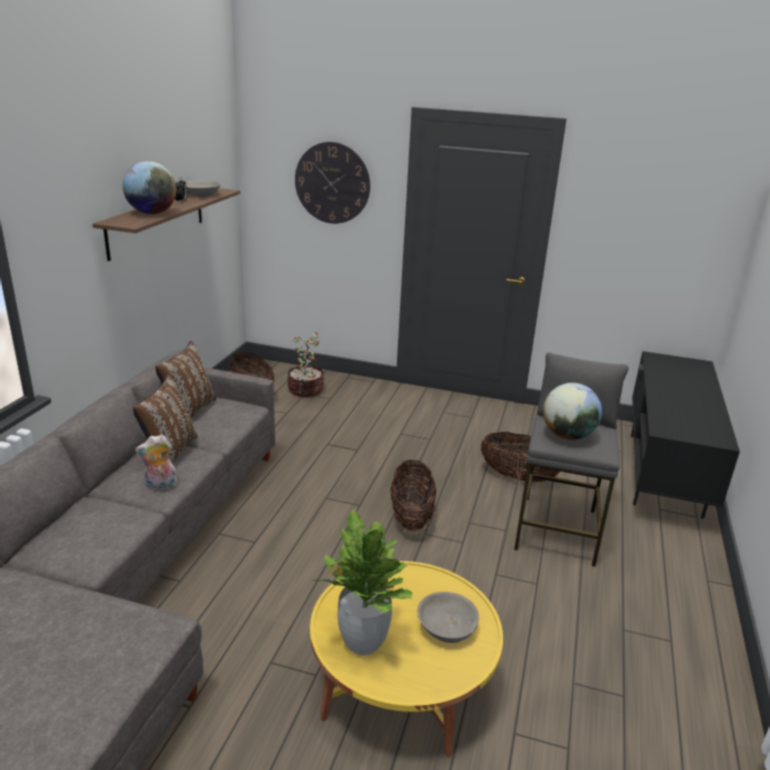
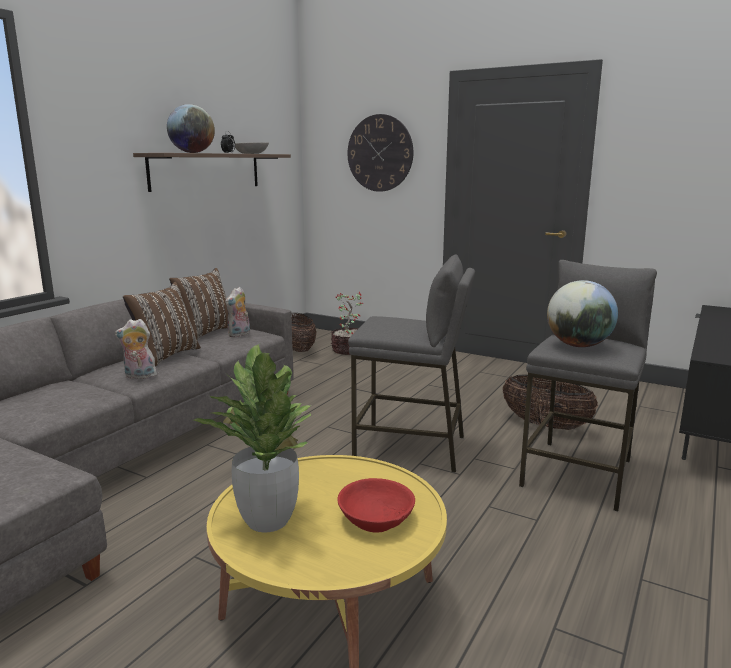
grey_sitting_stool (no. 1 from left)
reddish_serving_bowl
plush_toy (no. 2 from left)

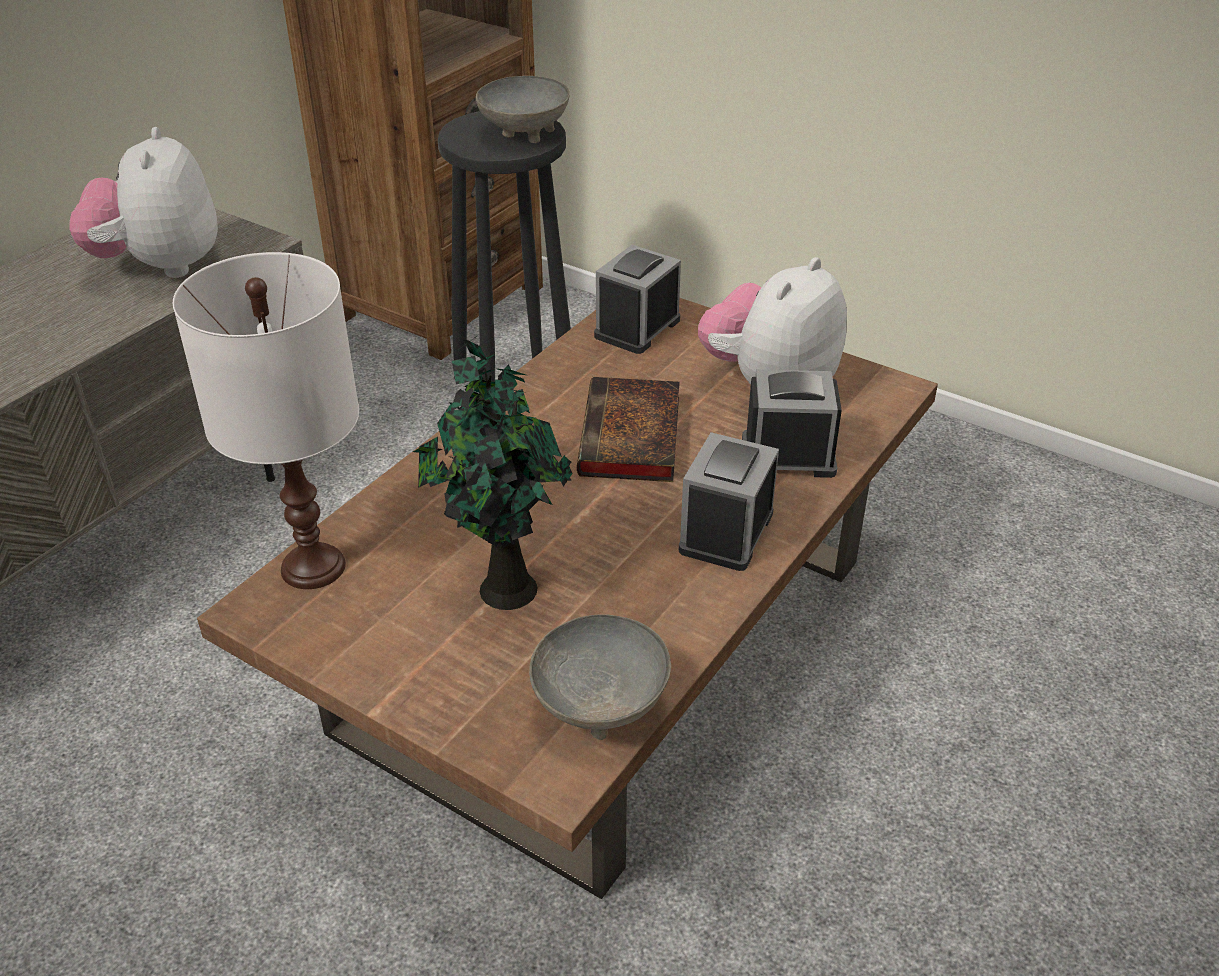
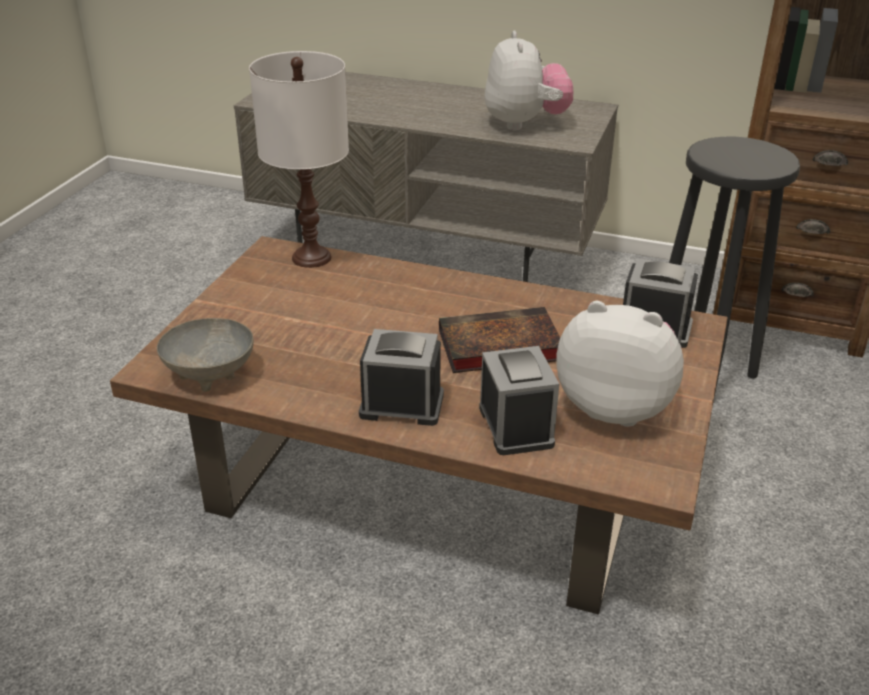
grey_serving_bowl (no. 1 from left in the first image)
plush_toy (no. 1 from left)
houseplant

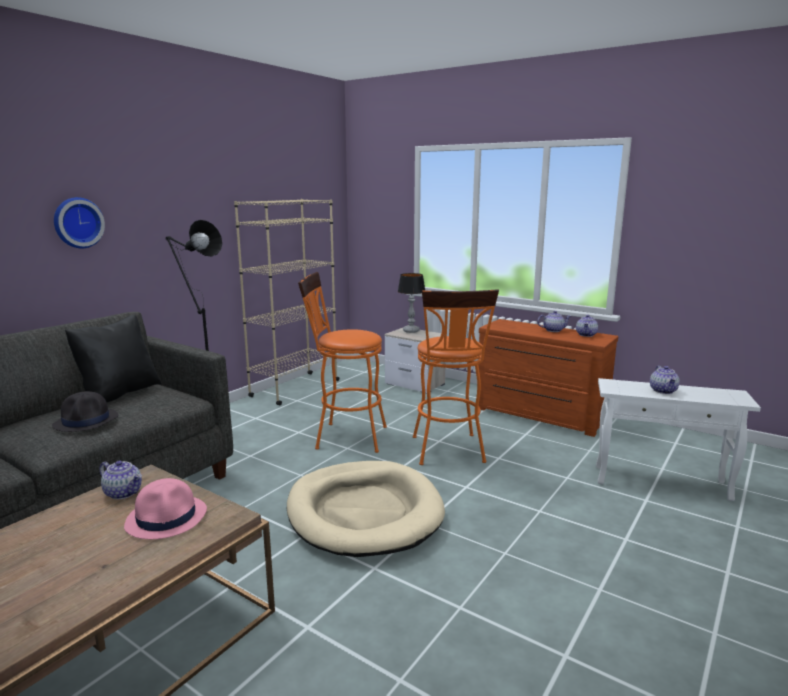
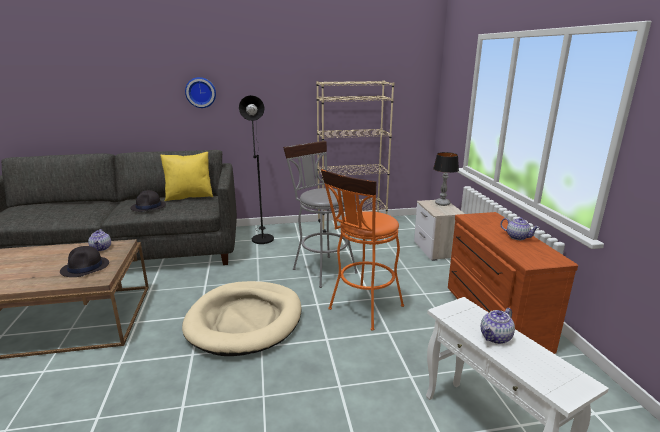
grey_sitting_stool
yellow_cushion
pot_for_tea (no. 3 from left in the first image)
black-coloured_clothing_hat (no. 1 from left)

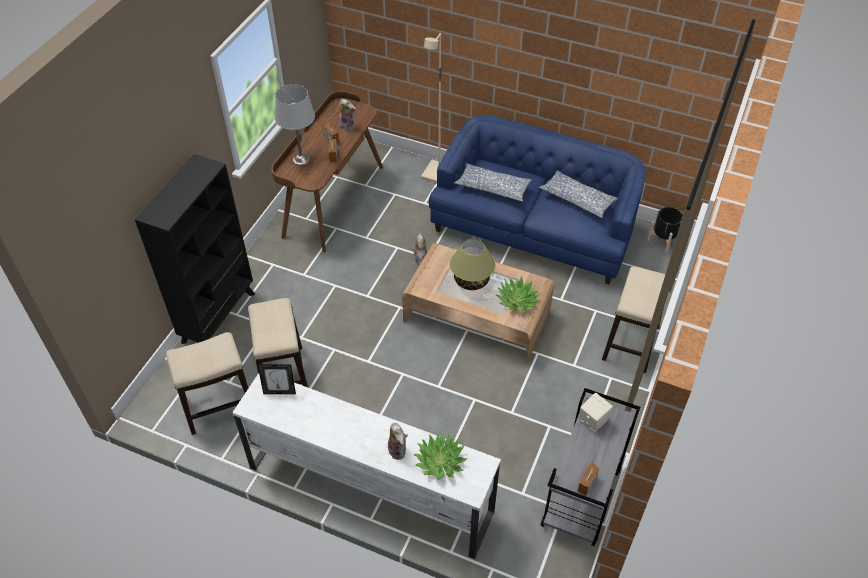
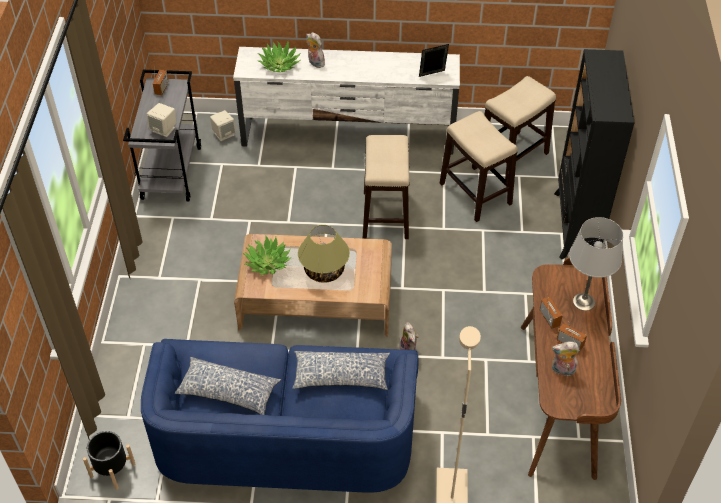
sitting_stool (no. 1 from left)
sand-coloured_speaker (no. 2 from left)

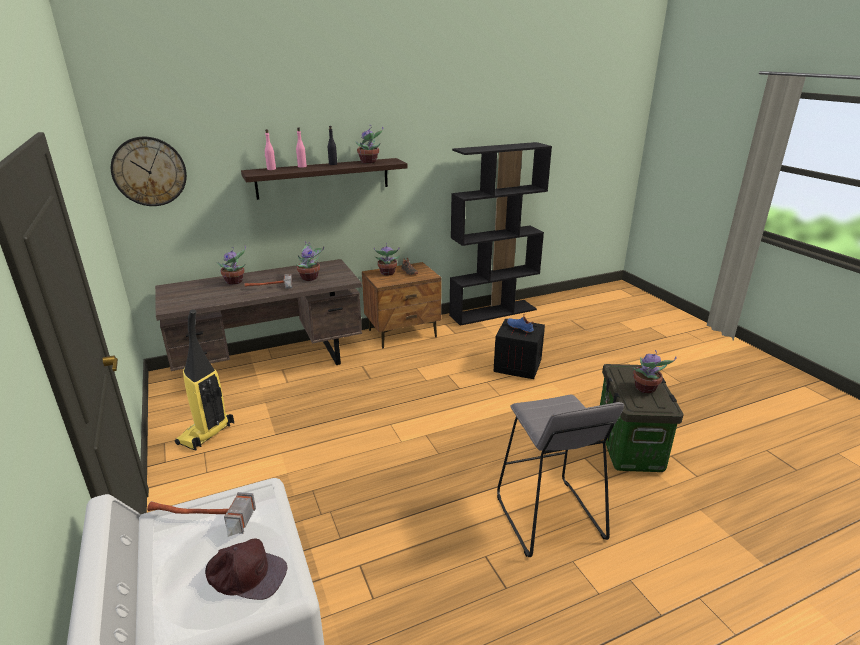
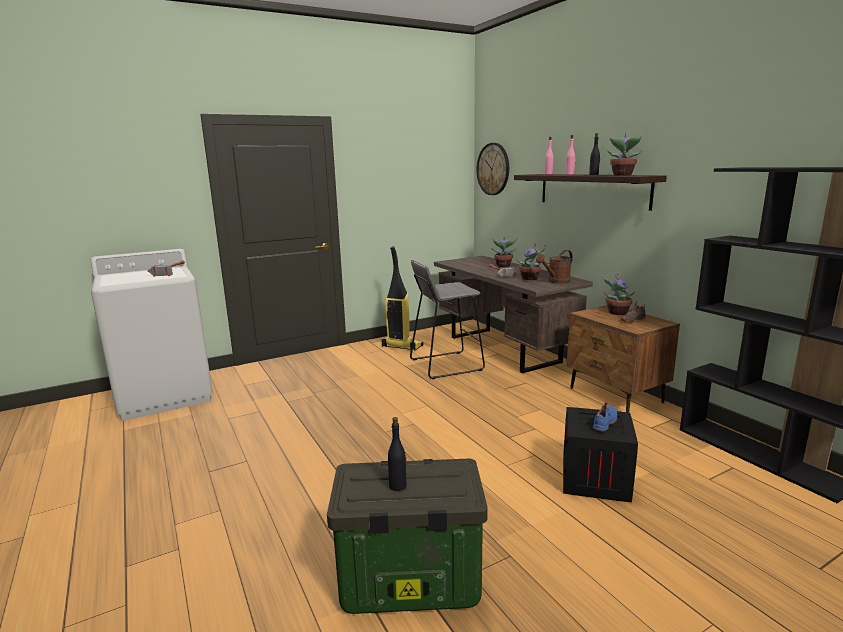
black-coloured_beverage_bottle (no. 1 from left)
grey_sitting_stool
brown-coloured_baseball_cap
brown-coloured_watering_pot

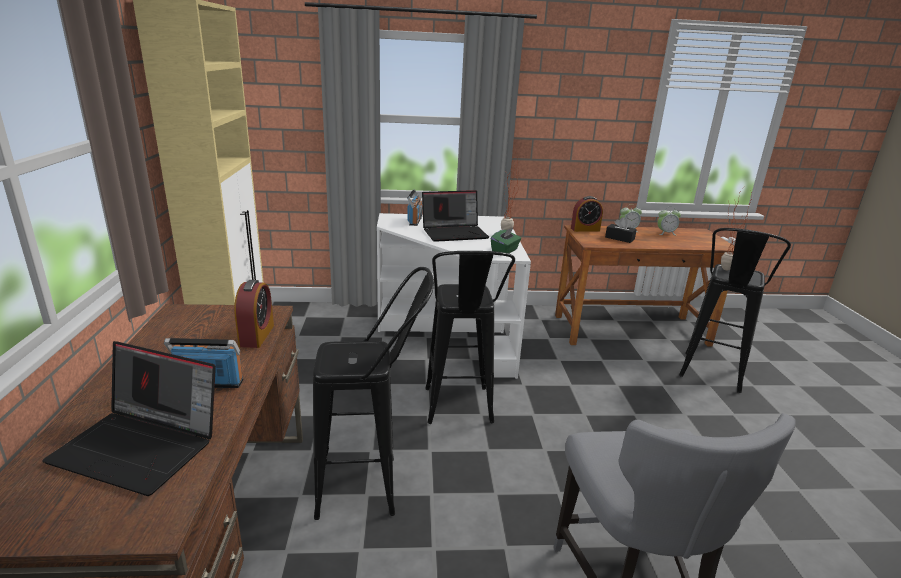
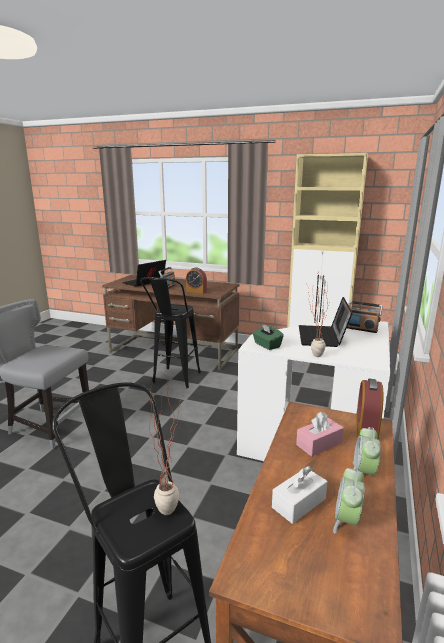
pinkish_tissue_holder
black-coloured_sitting_stool (no. 2 from left in the first image)
white_tissue_holder

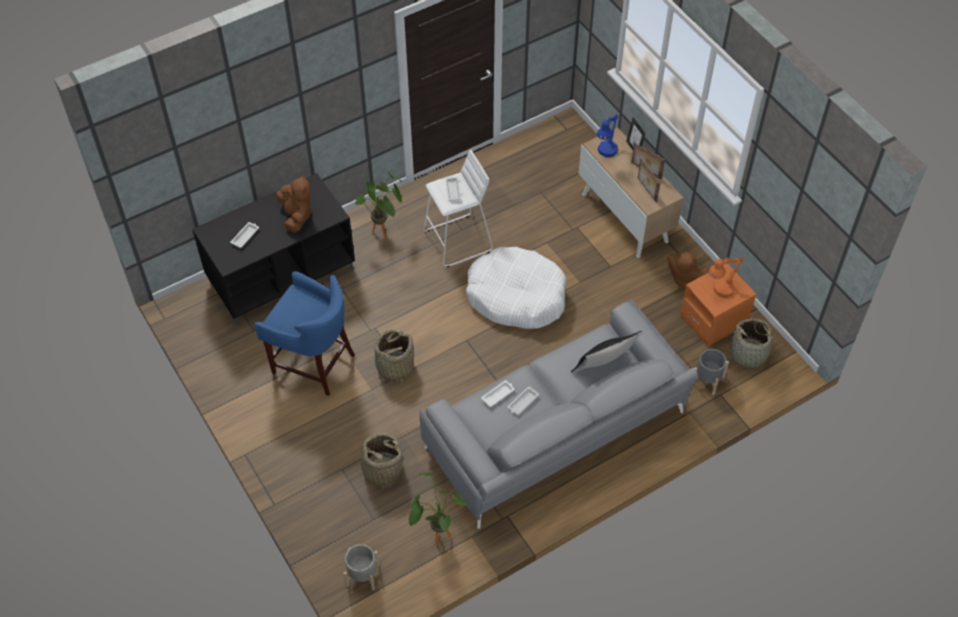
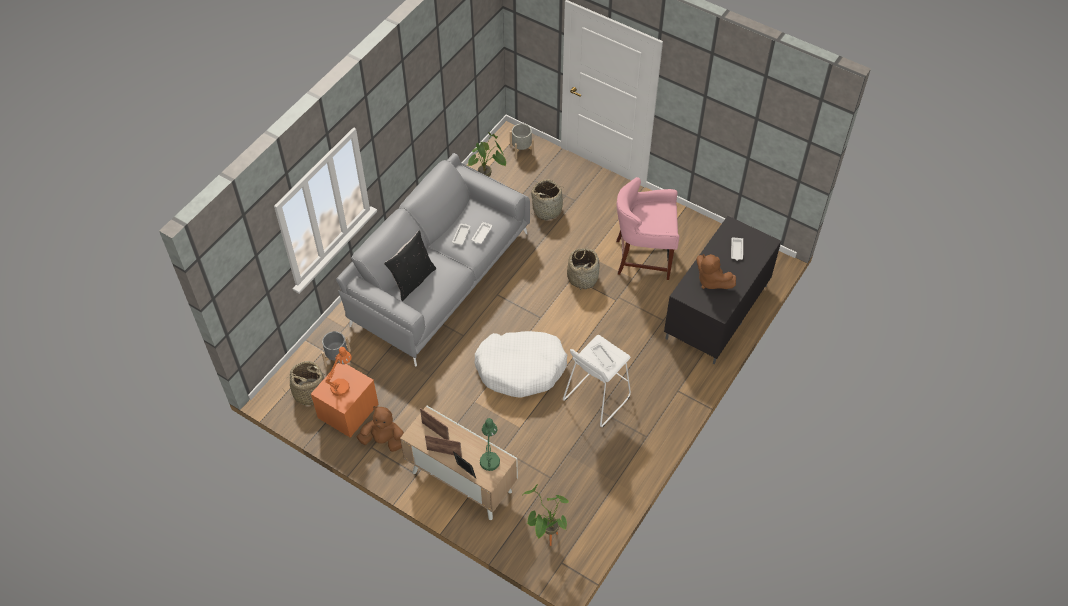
greenish_table_lamp
houseplant (no. 2 from left)
pinkish_sitting_stool

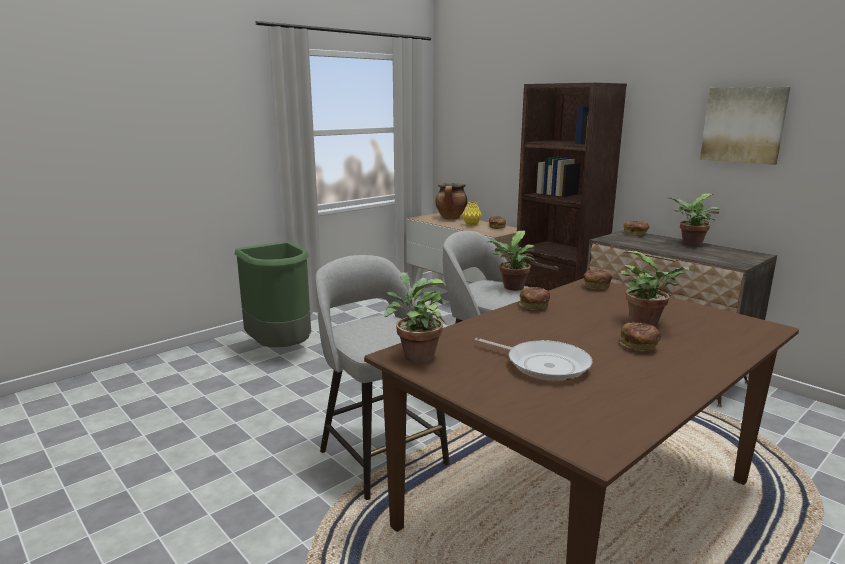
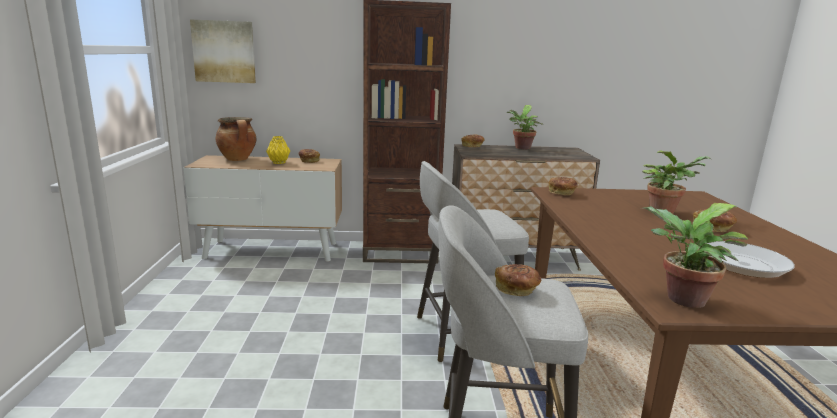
wall_picture
houseplant (no. 2 from left in the first image)
greenish_trash_can
baked_bread (no. 3 from left)

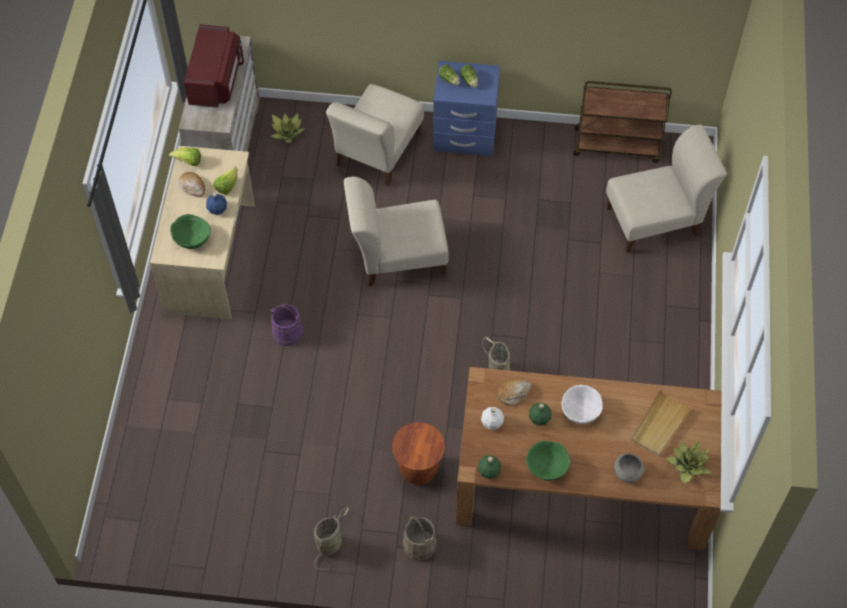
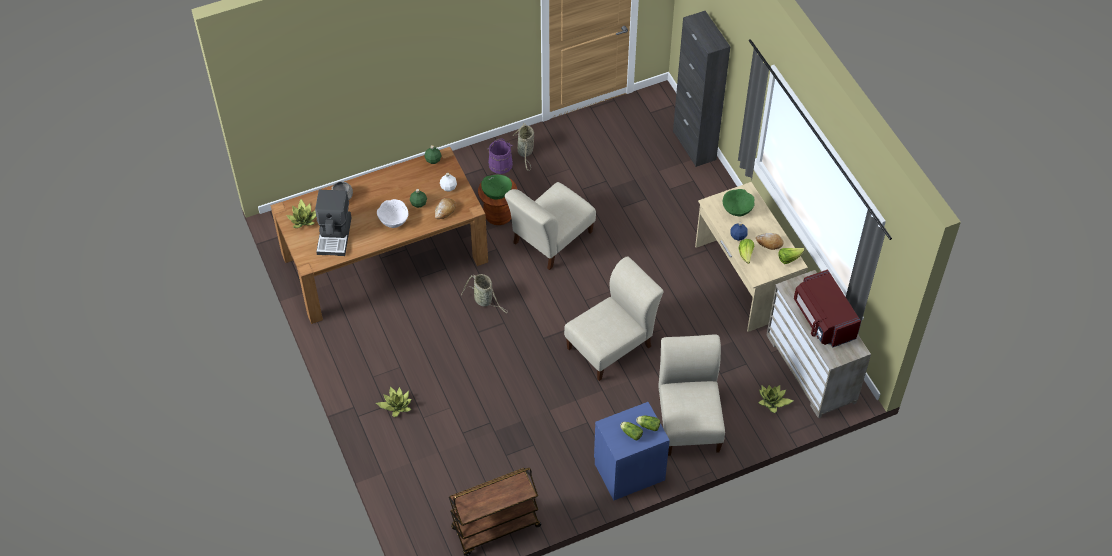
sand-coloured_upright_chair (no. 1 from left)
purple-coloured_water_bucket
coffee_maker
greenish_serving_bowl (no. 1 from left)
sand-coloured_water_bucket
black-coloured_cabinet
houseplant (no. 2 from left)

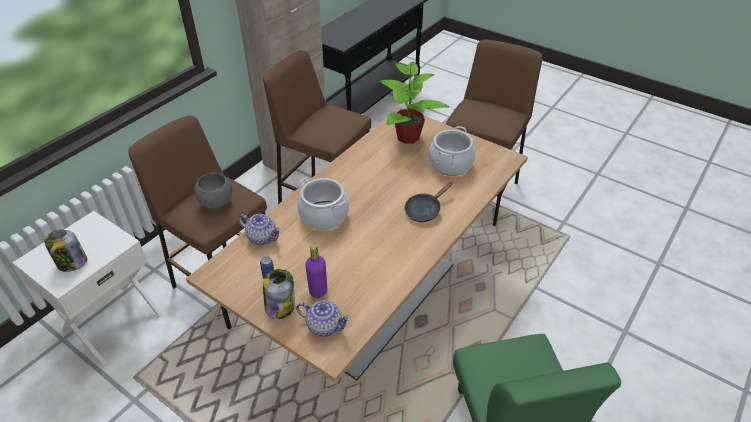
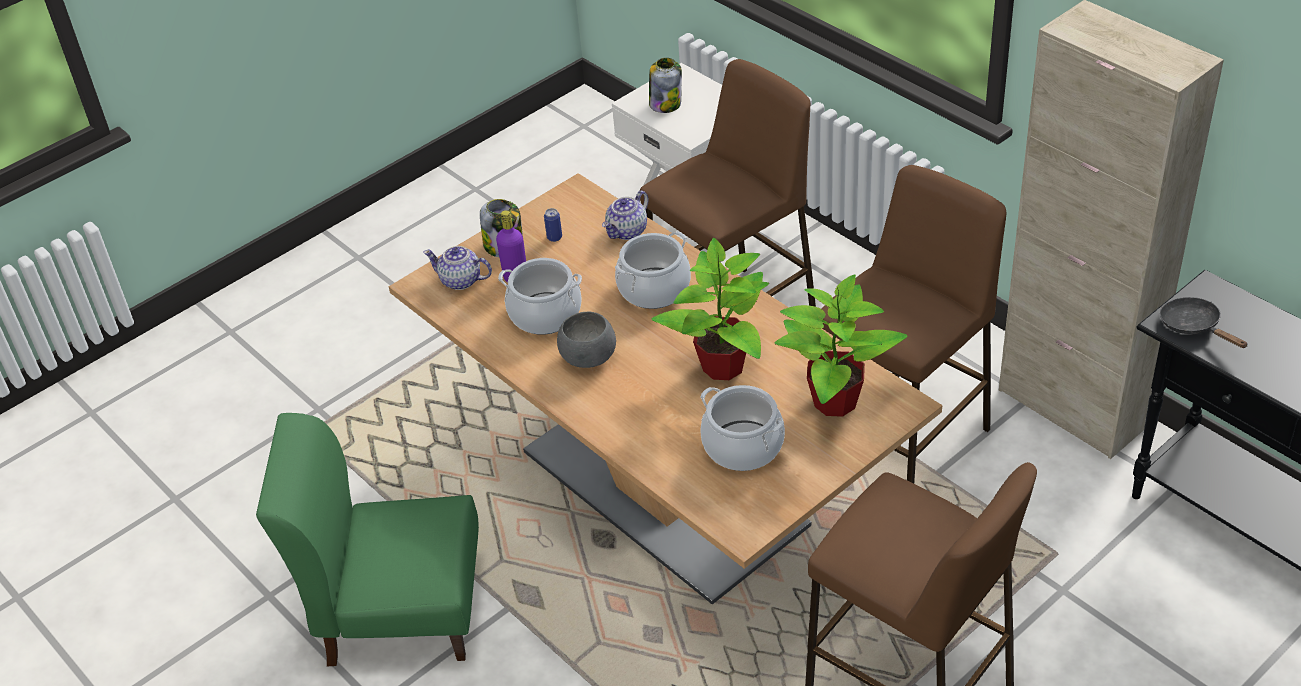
grey_serving_bowl
black-coloured_pan
pot_for_tea (no. 1 from left)
houseplant (no. 1 from left)
cooking_pot (no. 1 from left)

